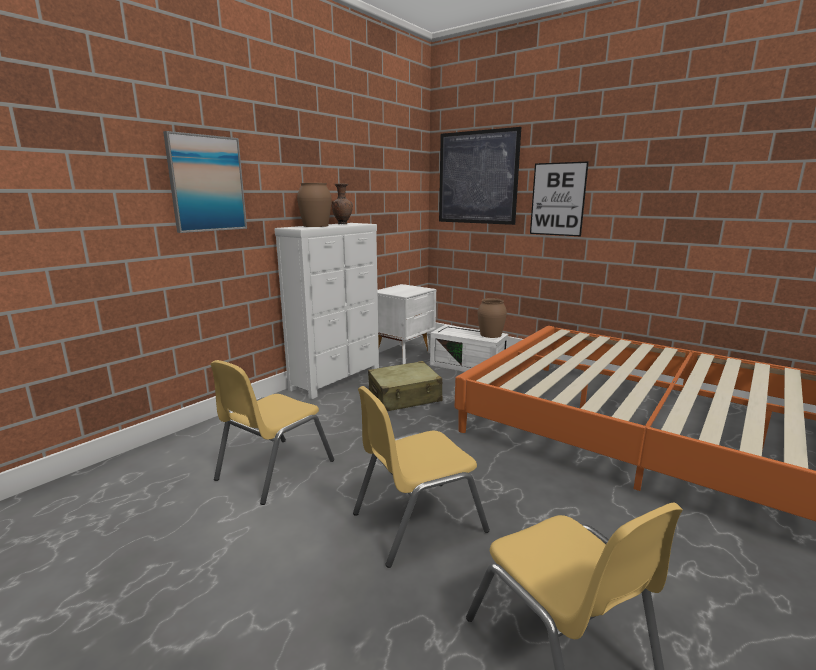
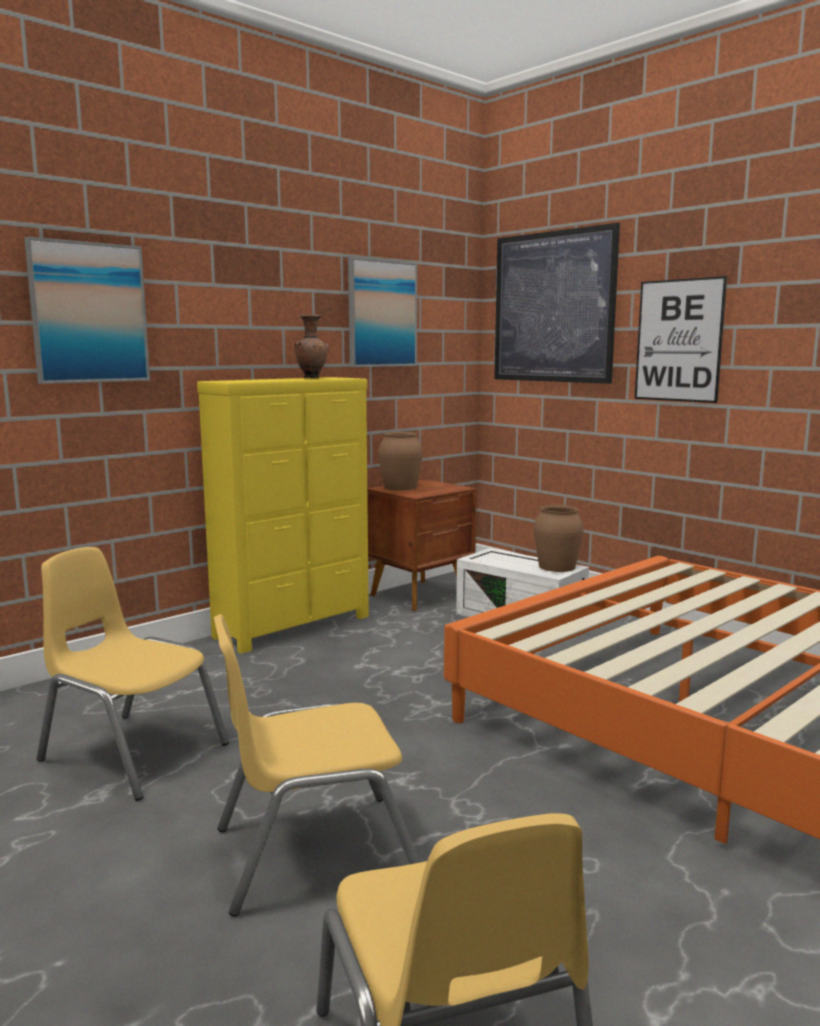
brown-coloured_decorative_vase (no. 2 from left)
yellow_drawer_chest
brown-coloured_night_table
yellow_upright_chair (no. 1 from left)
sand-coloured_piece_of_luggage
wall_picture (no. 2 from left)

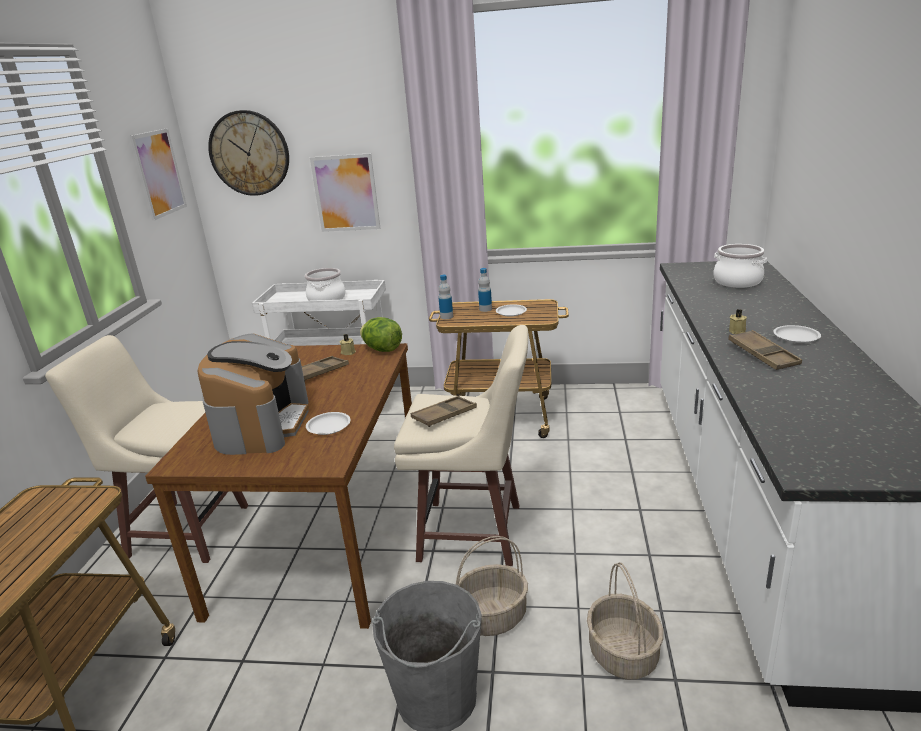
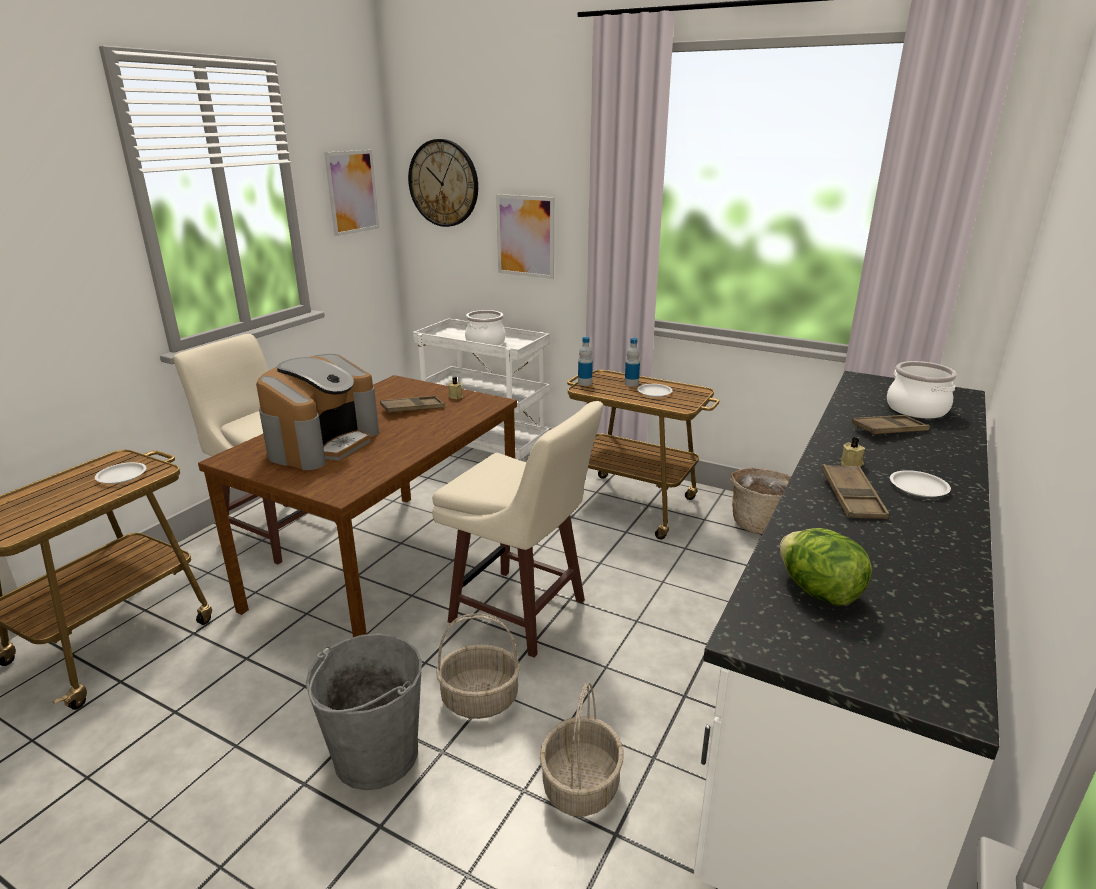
head_of_lettuce
brown-coloured_serving_tray (no. 3 from left)
white_plate (no. 1 from left)
storage_basket (no. 3 from left)

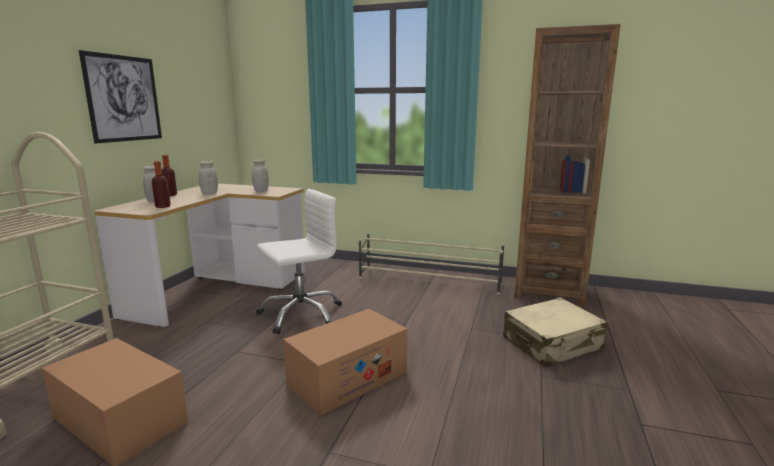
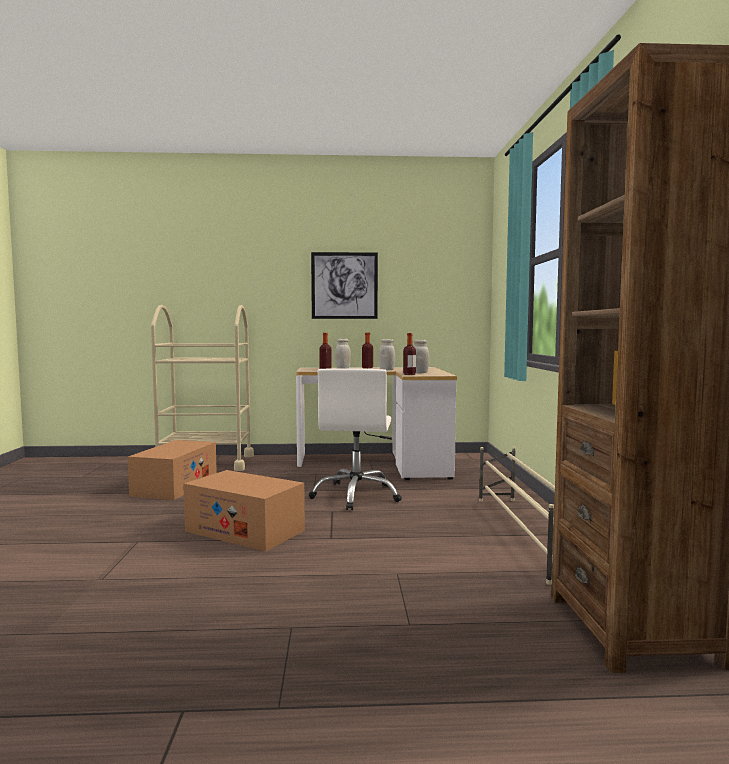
white_office_chair
sand-coloured_piece_of_luggage
beverage_bottle (no. 3 from left)

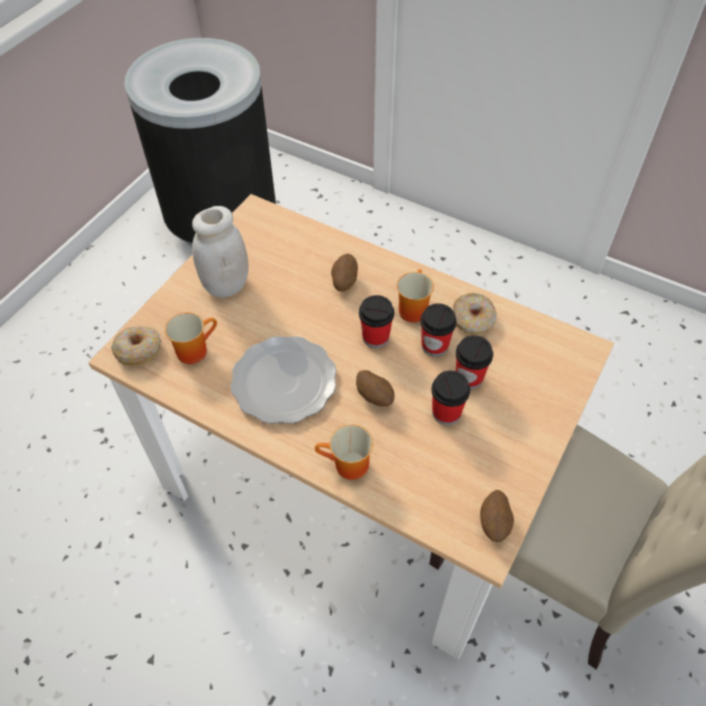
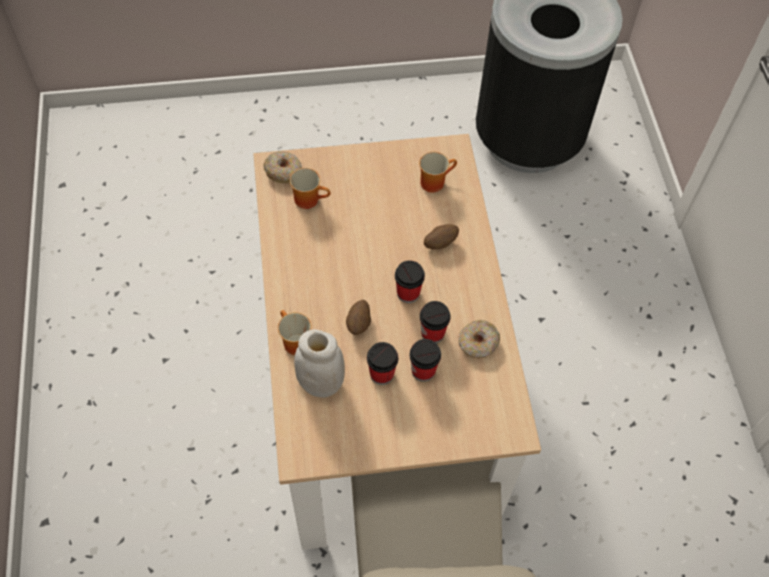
white_preserve_jar
tea_mug (no. 3 from left)
plate
potato (no. 3 from left in the first image)

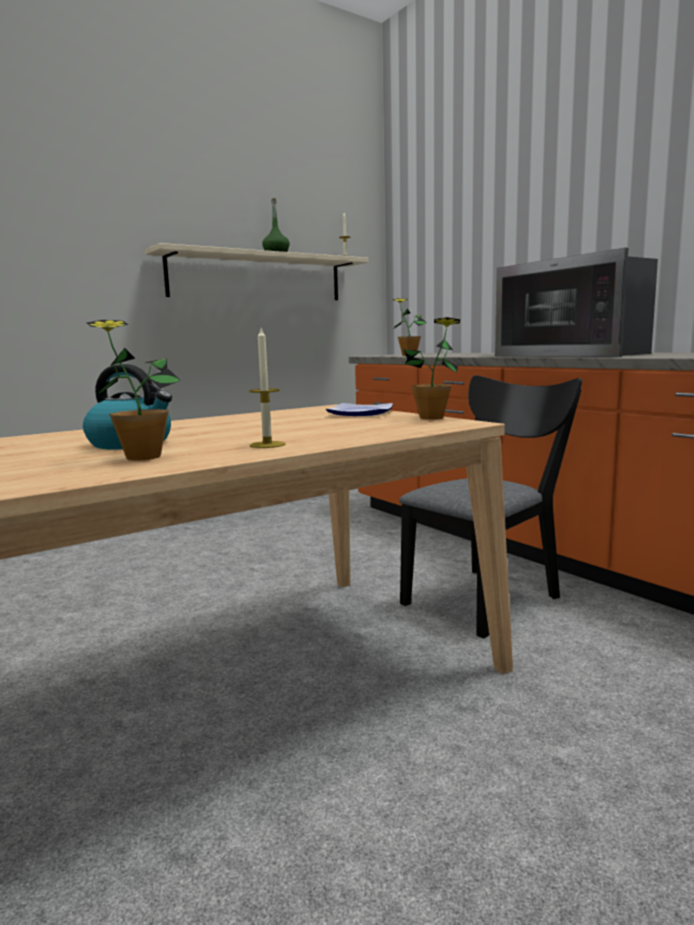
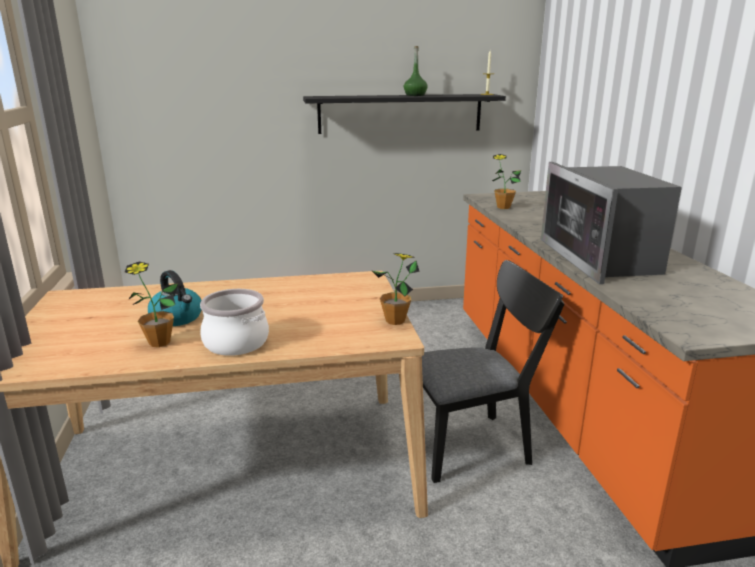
black-coloured_wall_shelf
cooking_pot
plate

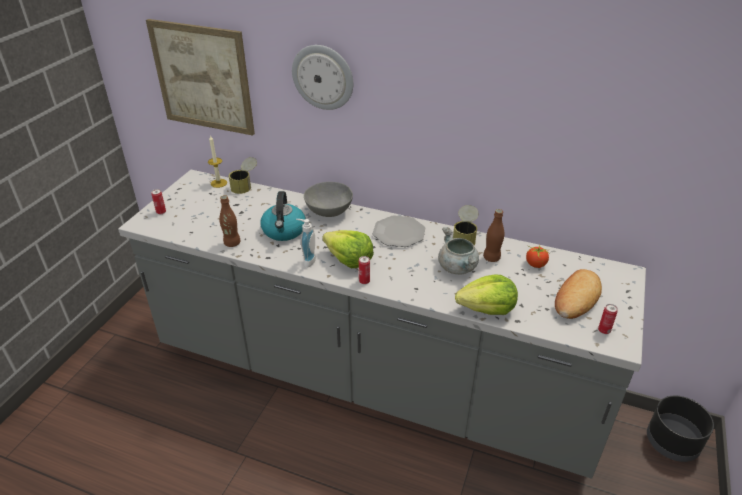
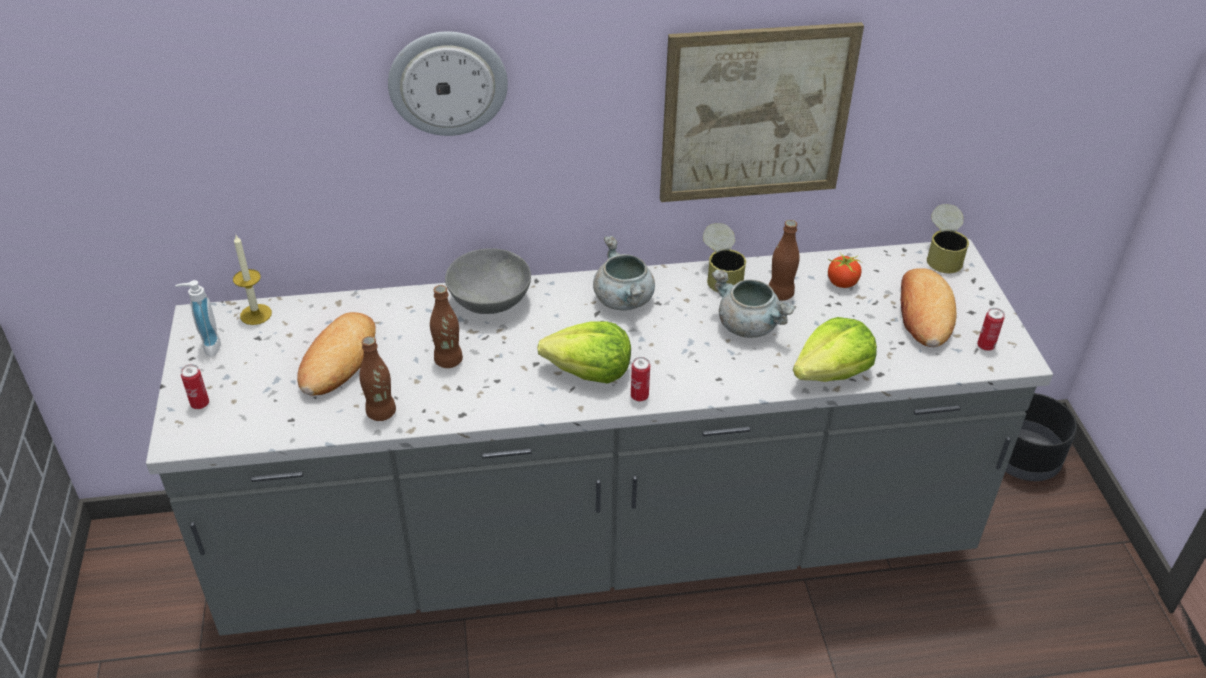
wall_picture
can (no. 4 from left)
brown-coloured_beverage_bottle (no. 2 from left)
grey_cooking_pot (no. 1 from left)
liquid_soap_bottle
baked_bread (no. 1 from left)

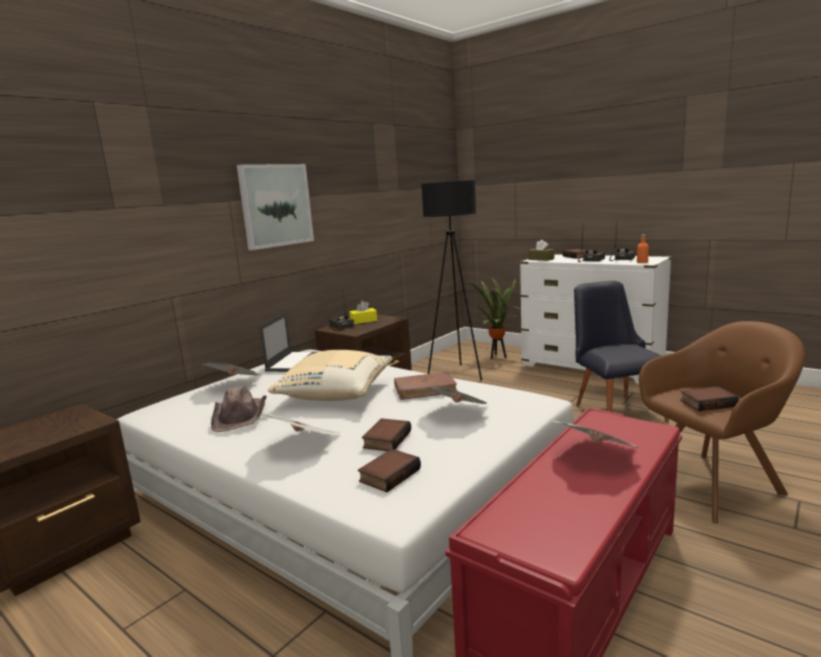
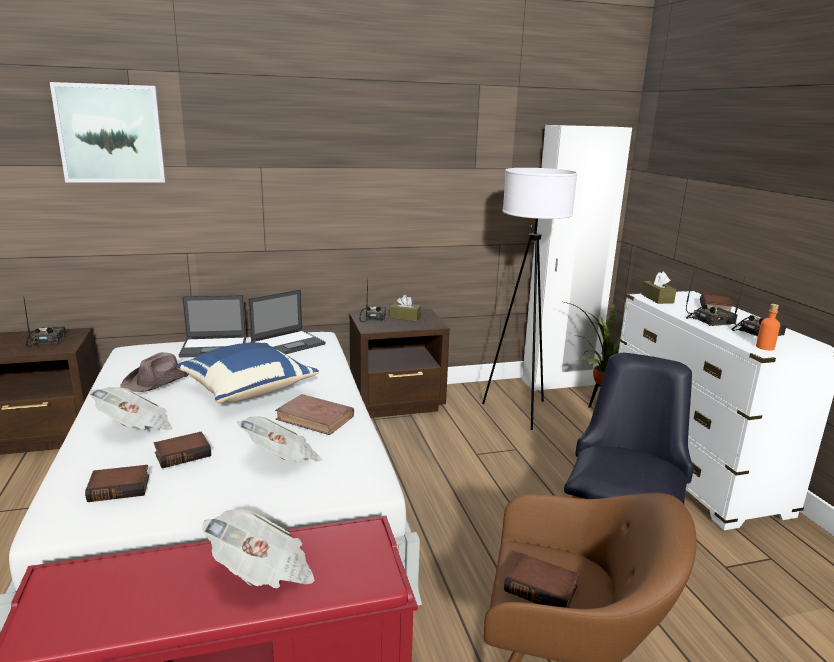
wall_picture
white_standing_lamp
brown-coloured_tissue_holder (no. 1 from left)
bluish_cushion
portable_computer (no. 1 from left)
white_clothes_cupboard
radio (no. 1 from left)

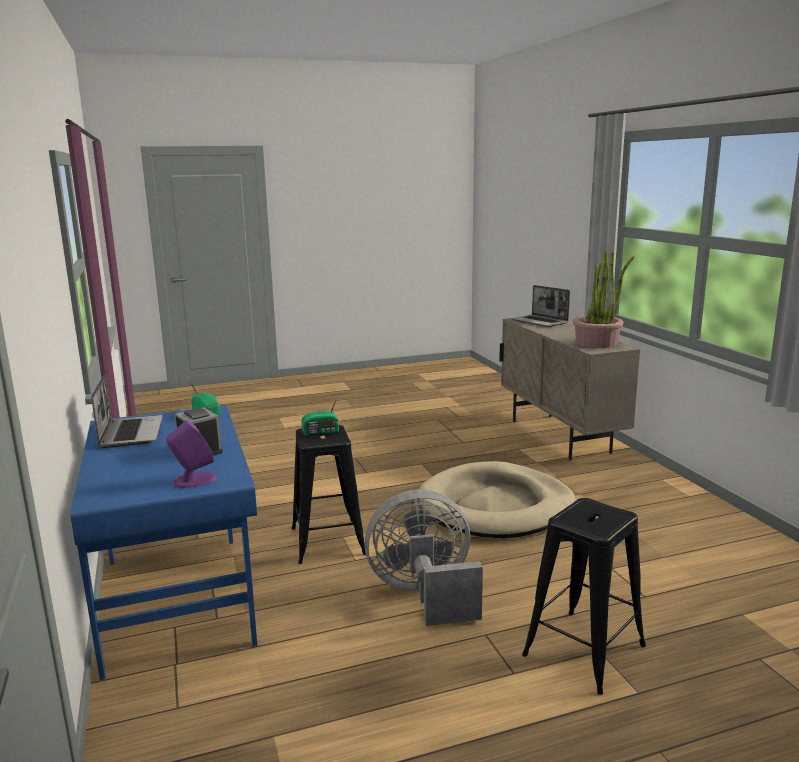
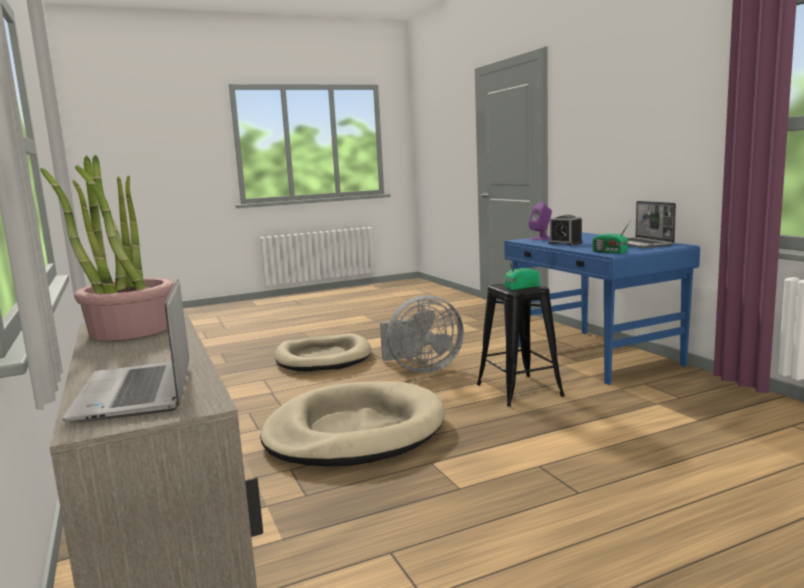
portable_computer (no. 1 from left)
sand-coloured_dog_cushion (no. 1 from left)

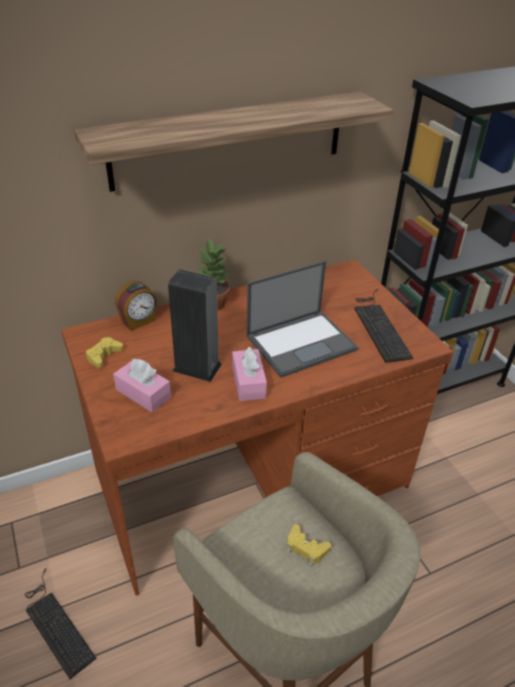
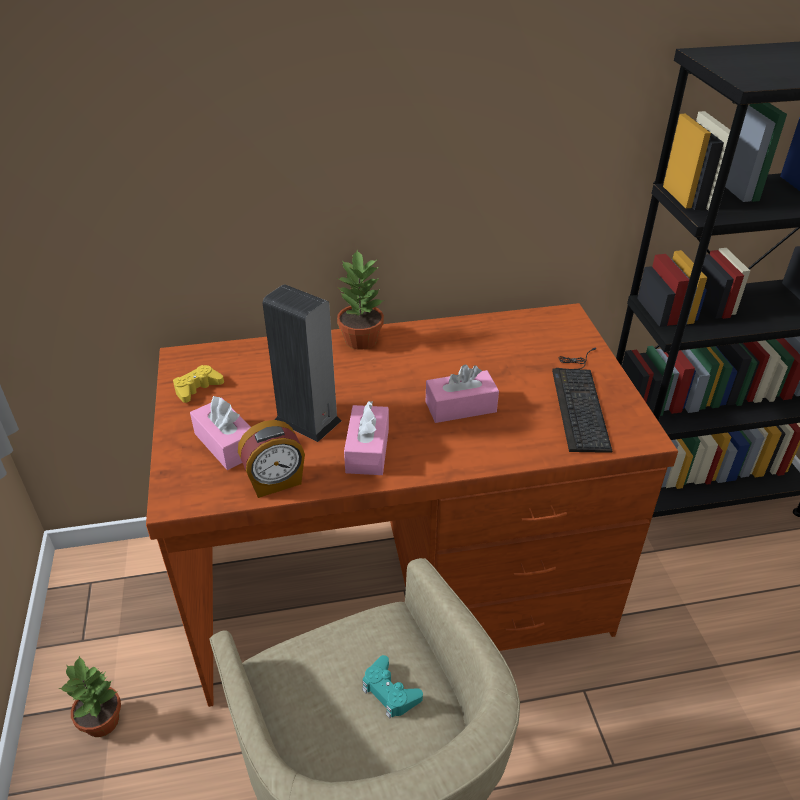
wall_shelf
pinkish_tissue_holder (no. 3 from left)
table_clock
blue-green_gamepad
houseplant (no. 1 from left)

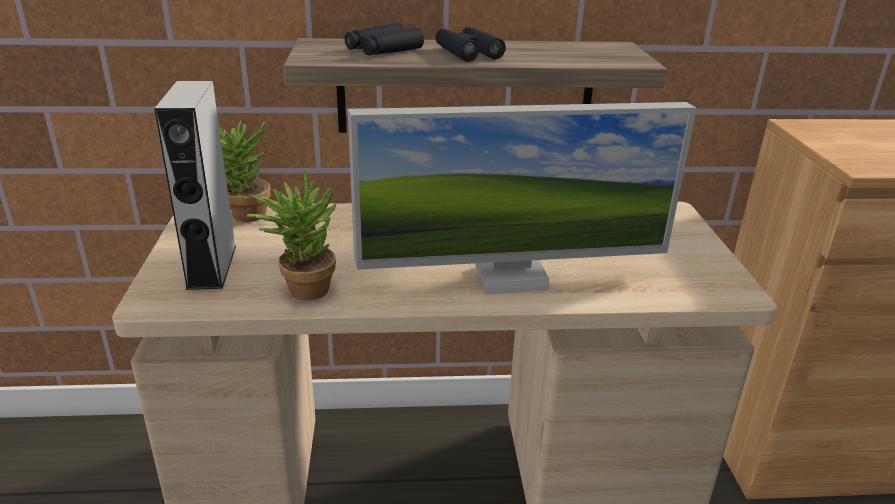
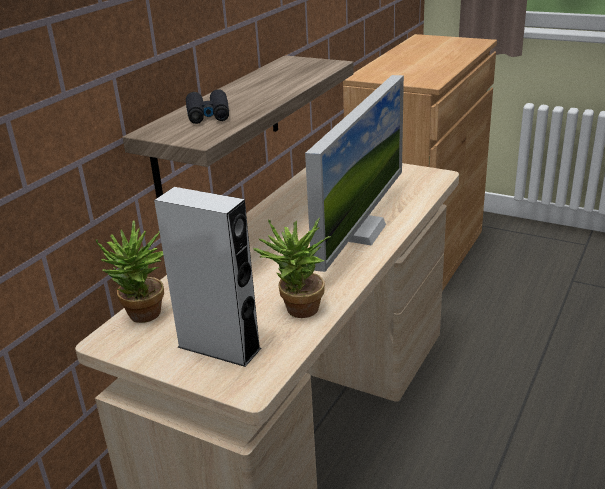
black-coloured_field_glasses (no. 2 from left in the first image)

